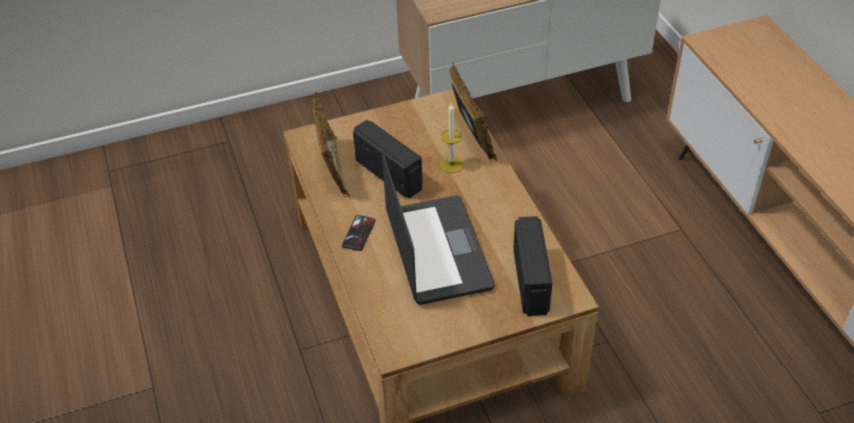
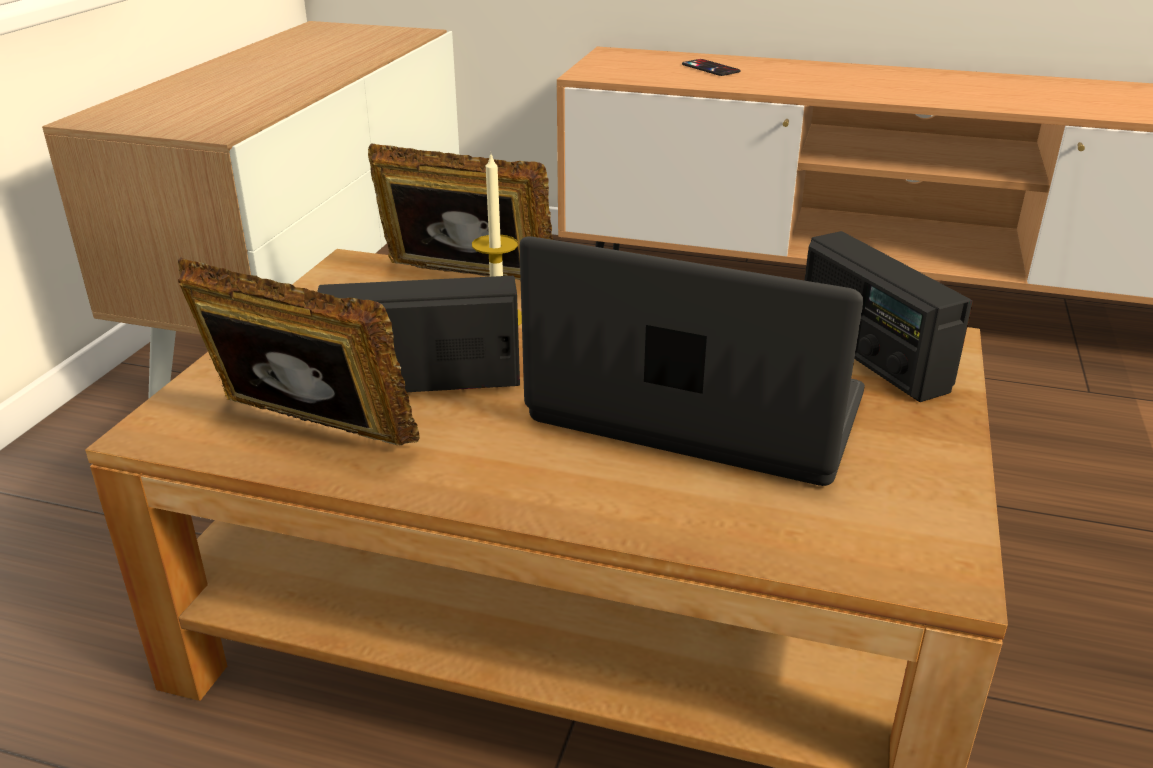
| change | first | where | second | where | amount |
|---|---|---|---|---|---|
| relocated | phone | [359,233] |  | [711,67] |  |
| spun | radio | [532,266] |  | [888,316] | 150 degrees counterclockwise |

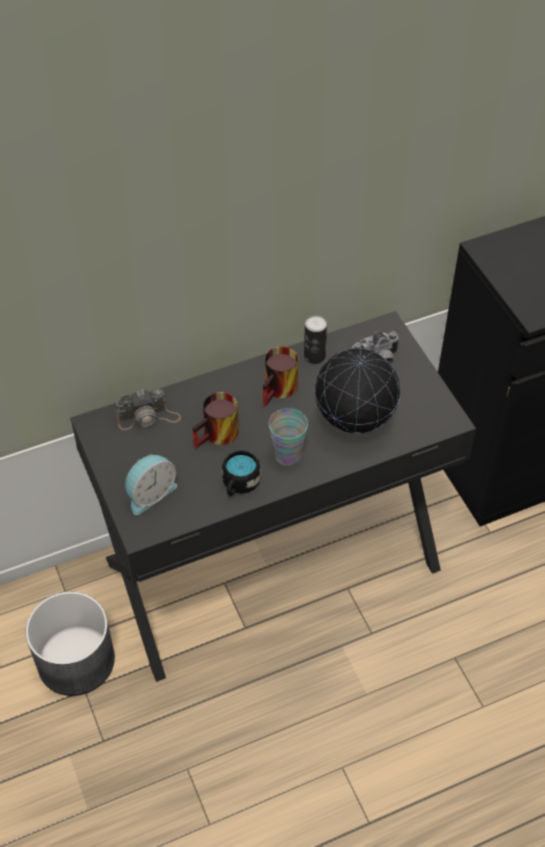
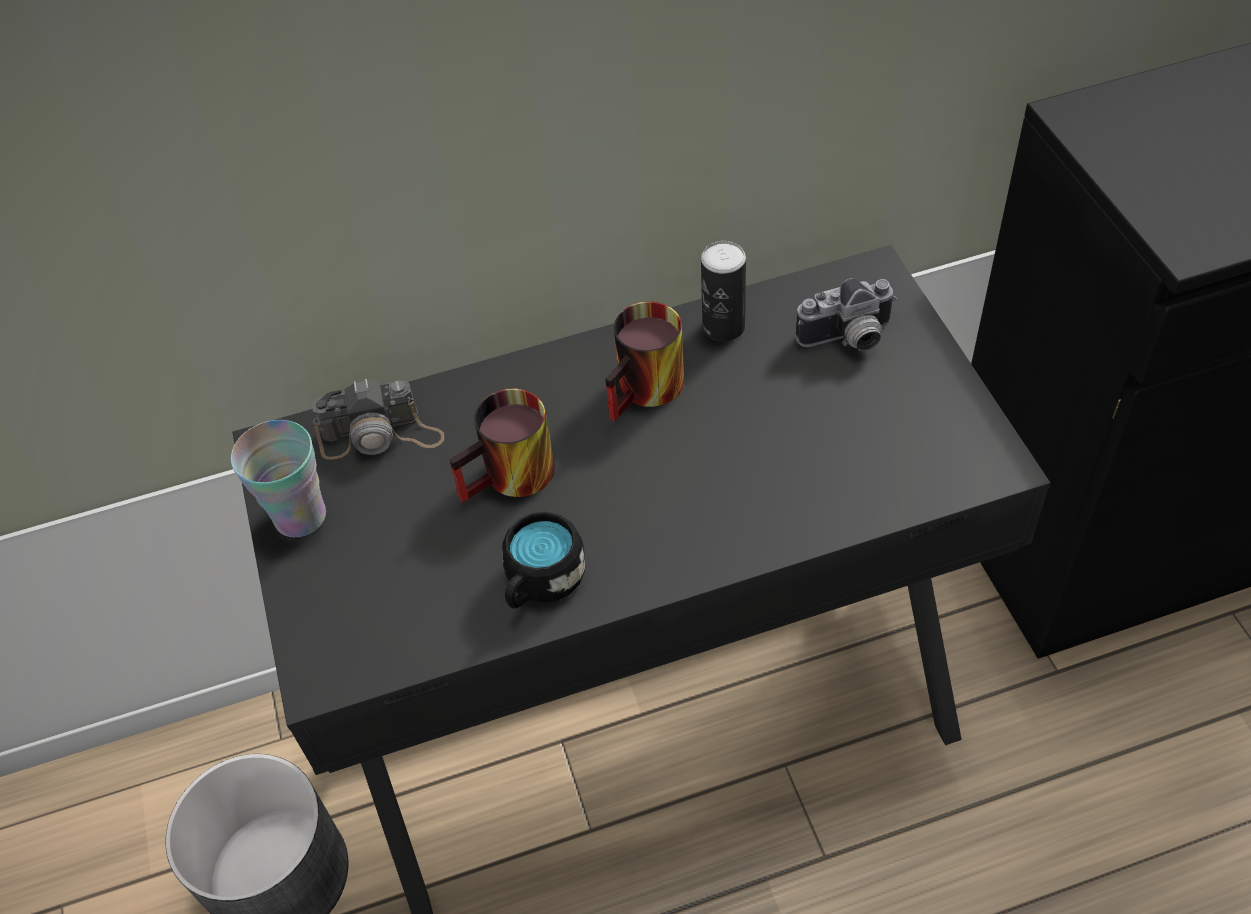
| change | first | where | second | where | amount |
|---|---|---|---|---|---|
| missing | alarm clock | [151,484] |  |  |  |
| relocated | small cup | [288,437] |  | [278,478] |  |
| missing | world globe | [357,390] |  |  |  |

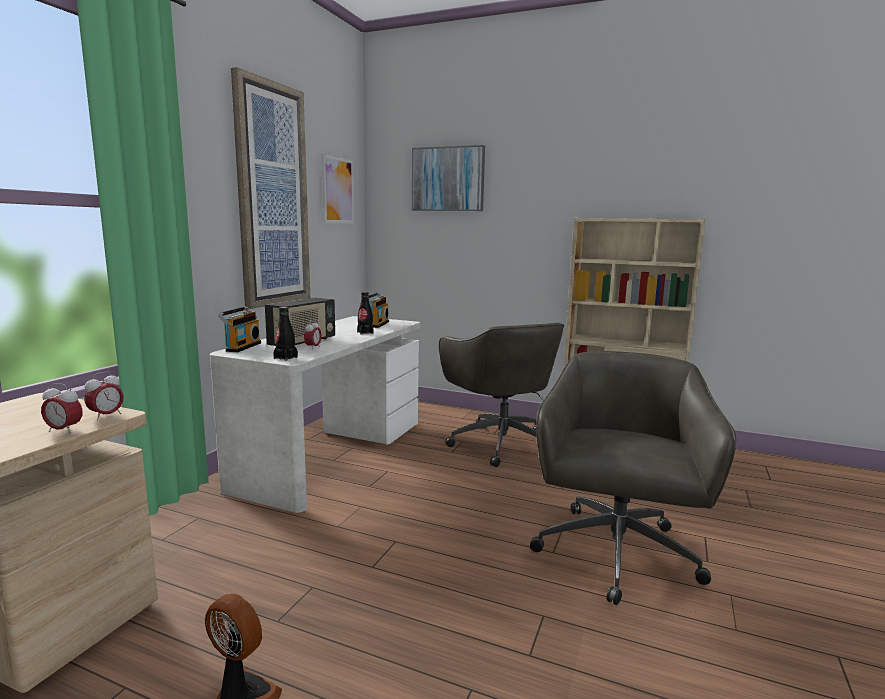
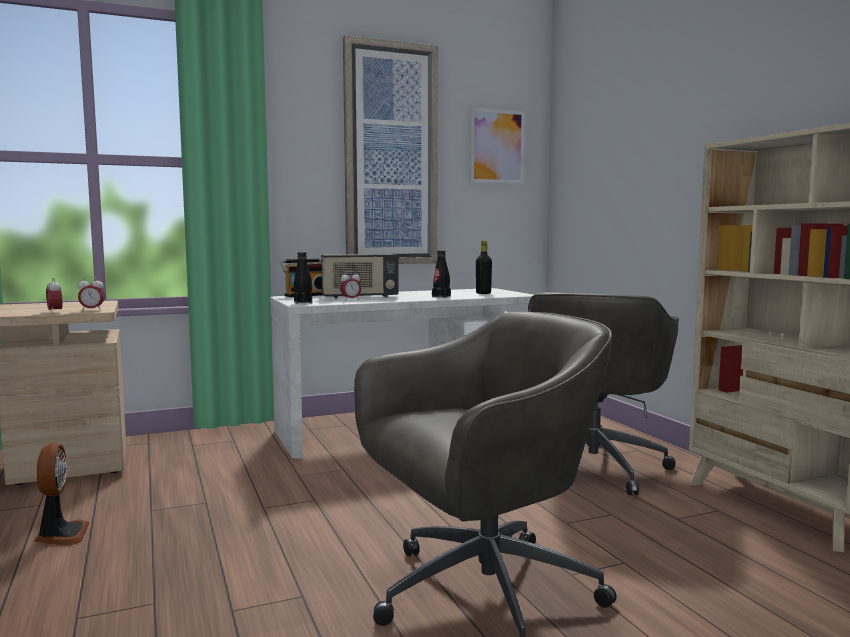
| change | first | where | second | where | amount |
|---|---|---|---|---|---|
| exchanged | radio | [378,310] | bottle in blackish | [484,267] |  |
| missing | wall art | [448,178] |  |  |  |

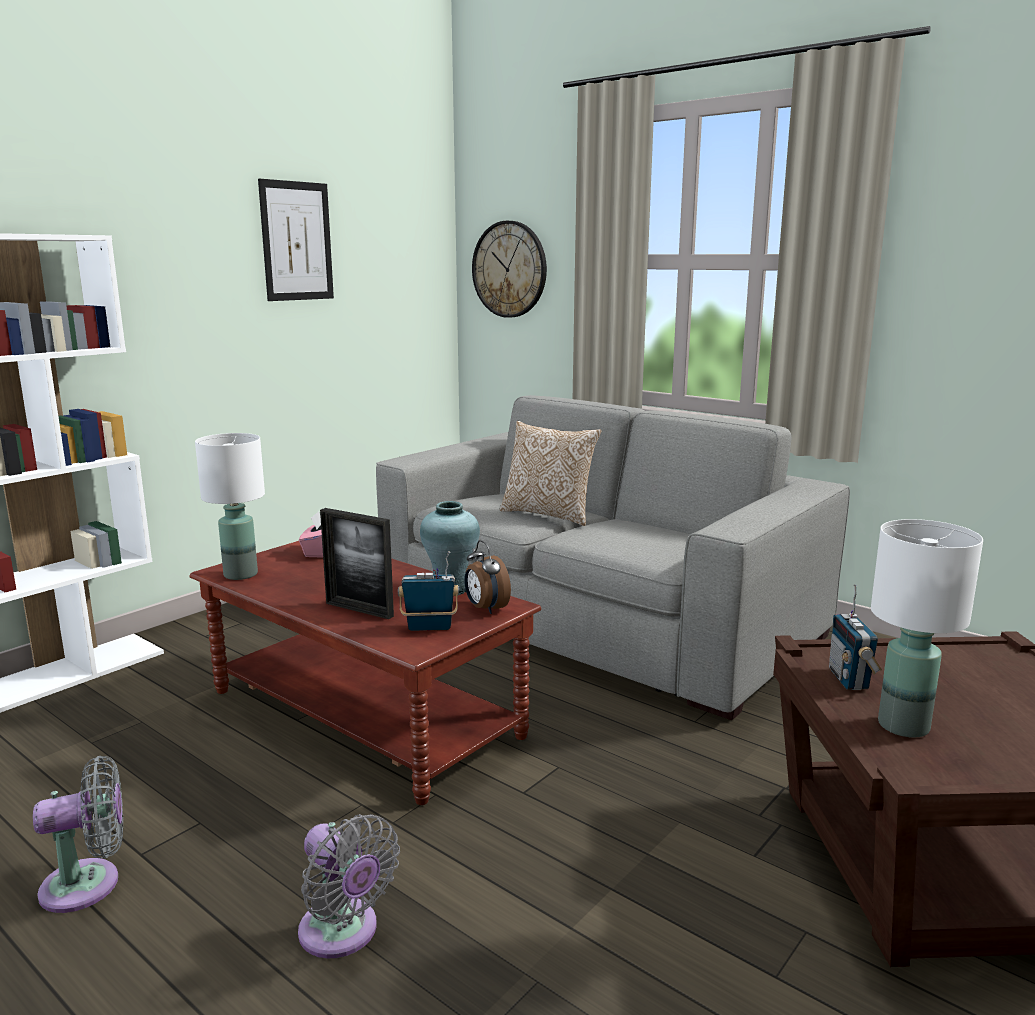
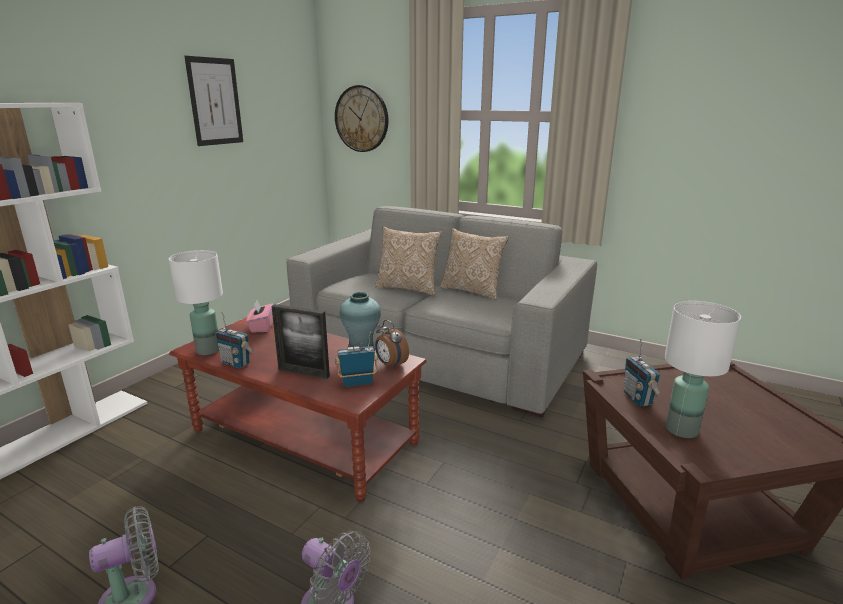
| change | first | where | second | where | amount |
|---|---|---|---|---|---|
| appeared |  |  | radio | [234,340] |  |
| appeared |  |  | cushion | [474,264] |  |

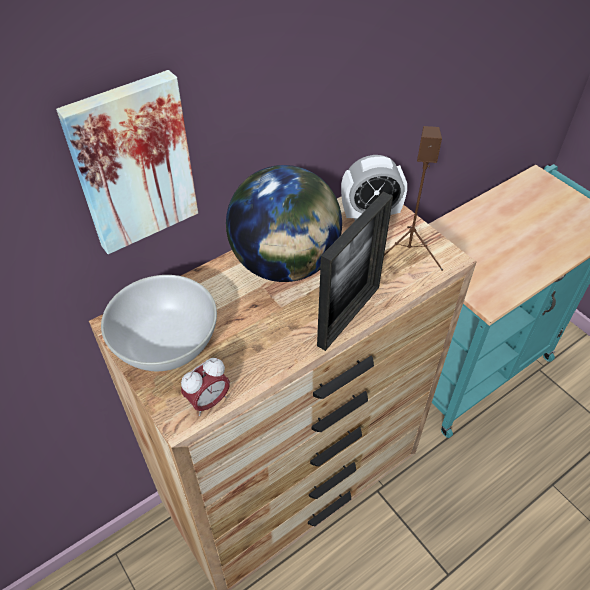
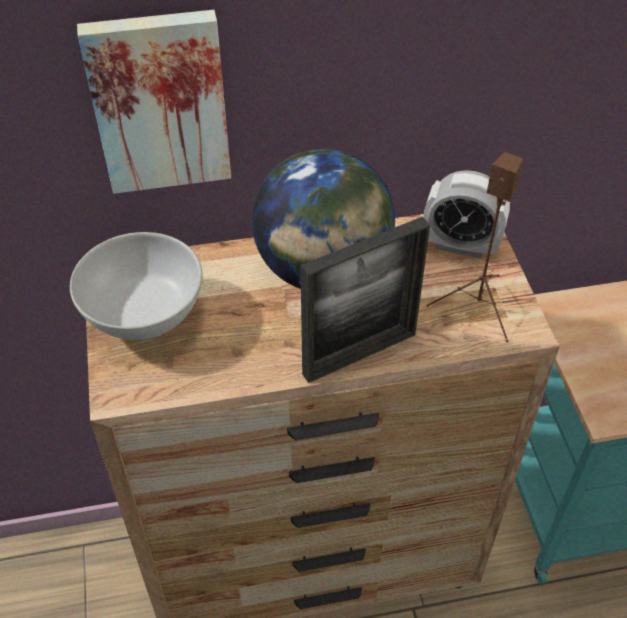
| change | first | where | second | where | amount |
|---|---|---|---|---|---|
| missing | alarm clock | [205,387] |  |  |  |

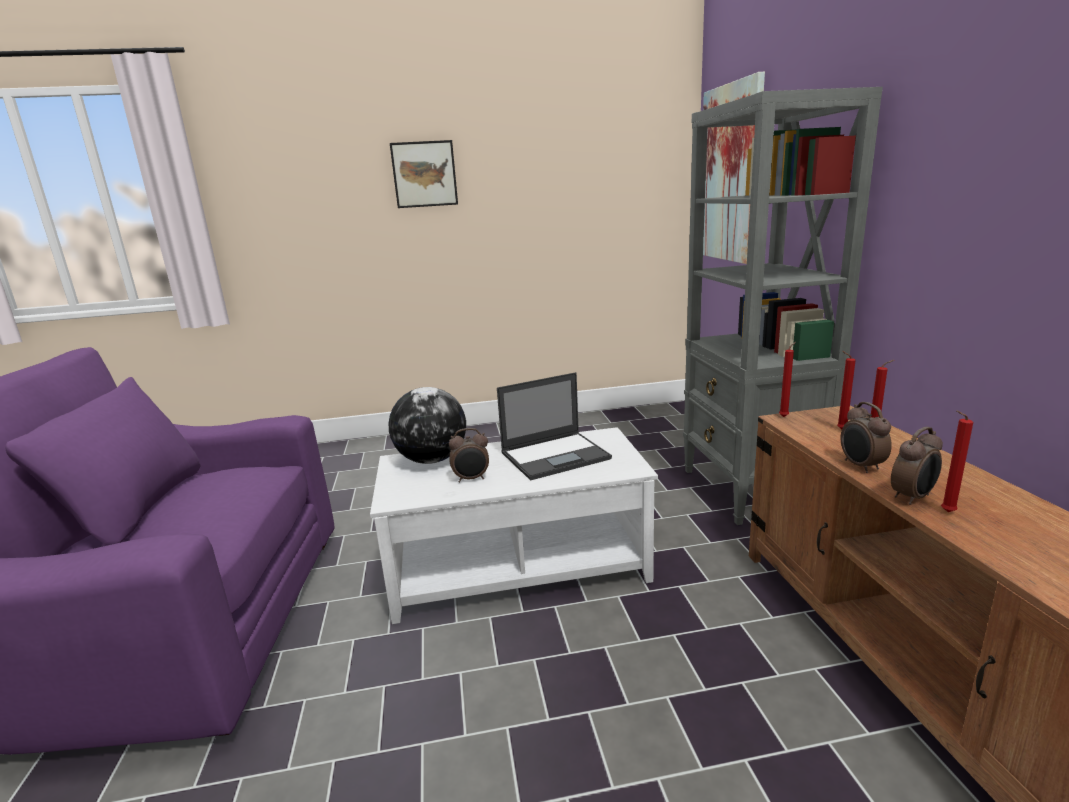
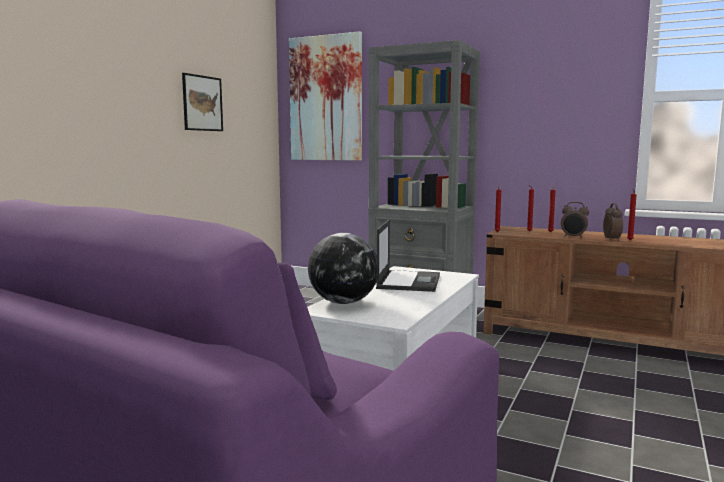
| change | first | where | second | where | amount |
|---|---|---|---|---|---|
| relocated | wall art | [424,174] |  | [202,102] |  |
| missing | alarm clock | [469,455] |  |  |  |

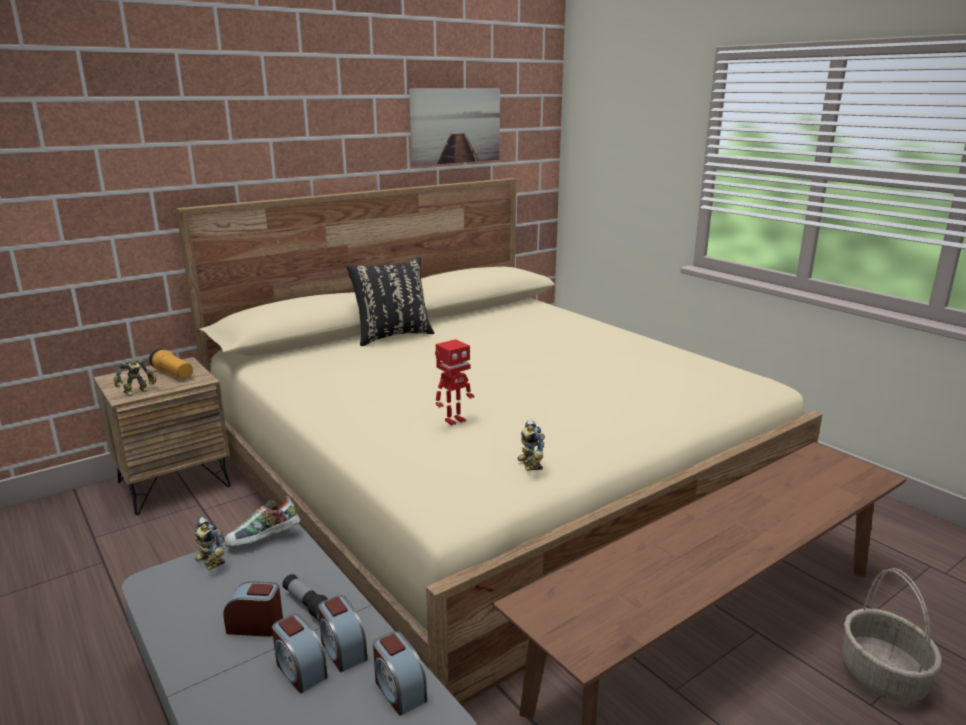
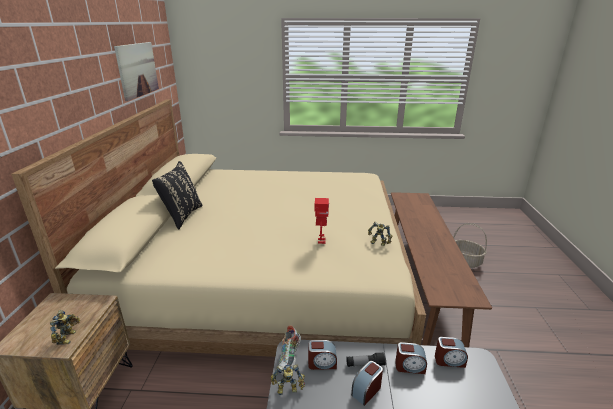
| change | first | where | second | where | amount |
|---|---|---|---|---|---|
| missing | hand torch | [171,363] |  |  |  |
| relocated | alarm clock | [300,653] |  | [322,355] |  |

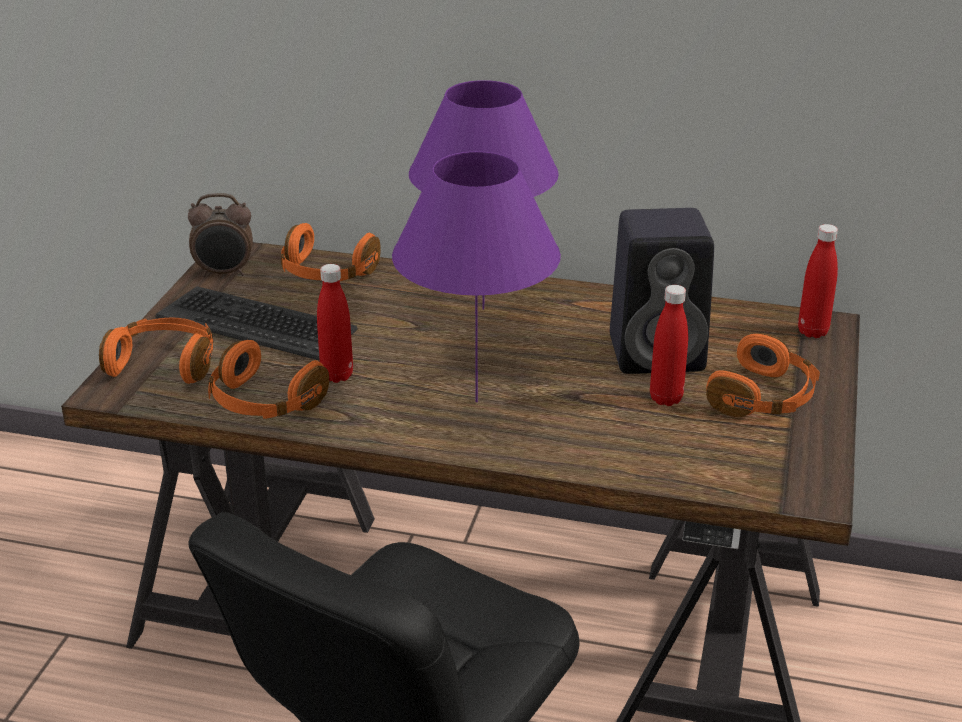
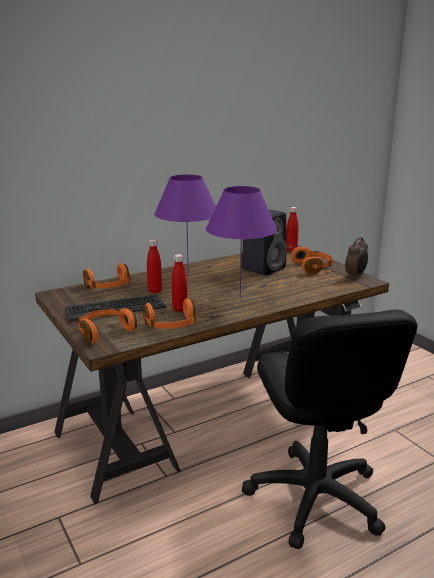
| change | first | where | second | where | amount |
|---|---|---|---|---|---|
| relocated | alarm clock | [220,235] |  | [356,258] |  |
| relocated | bottle in red | [669,345] |  | [154,266] |  |

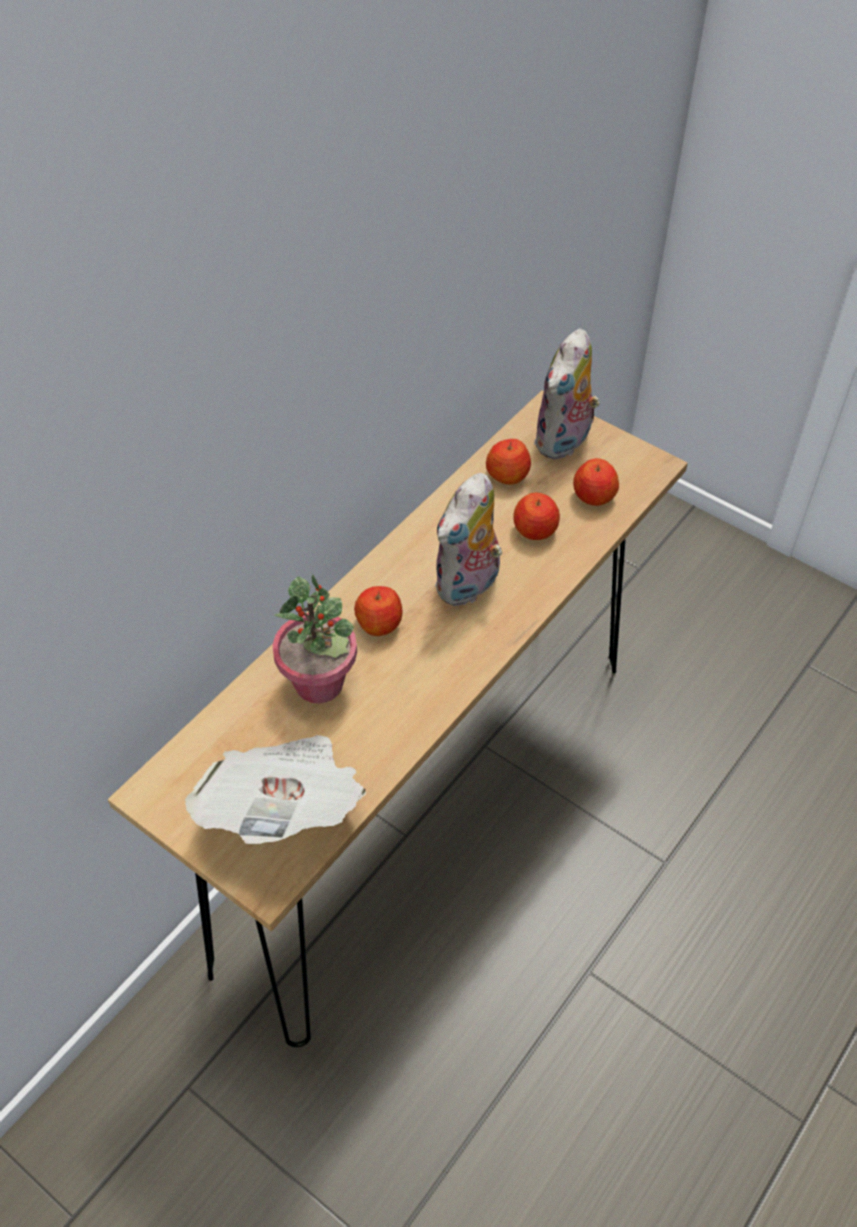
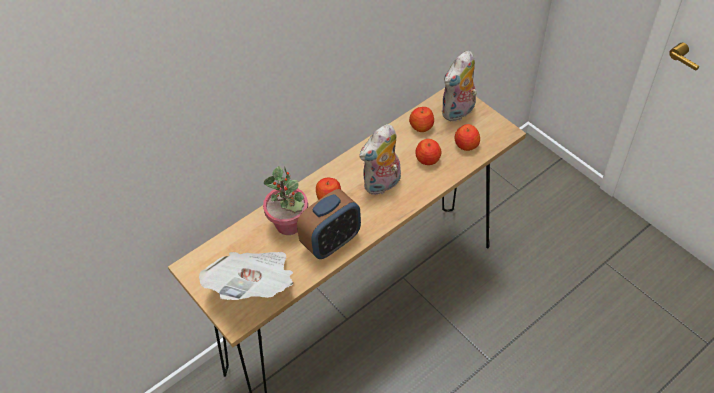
| change | first | where | second | where | amount |
|---|---|---|---|---|---|
| appeared |  |  | alarm clock | [329,224] |  |

